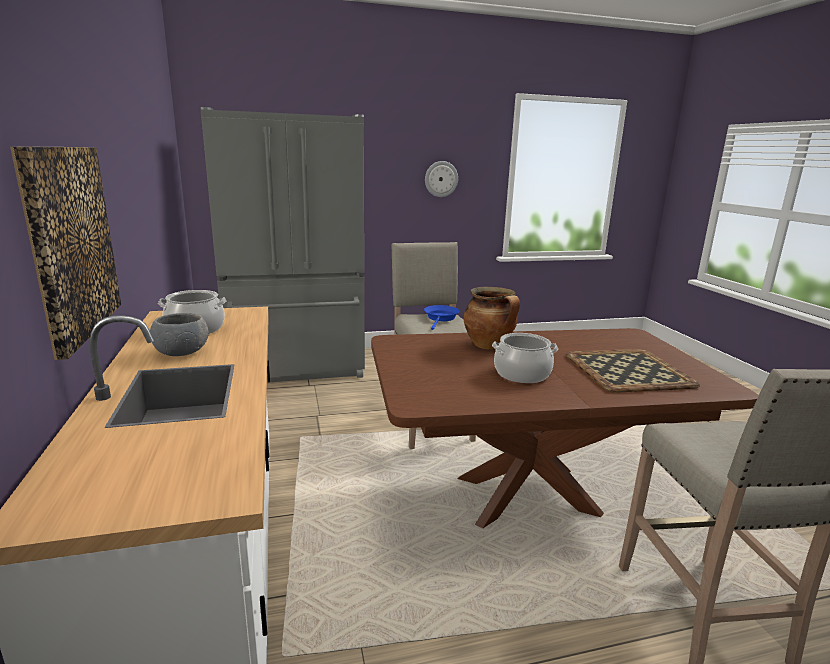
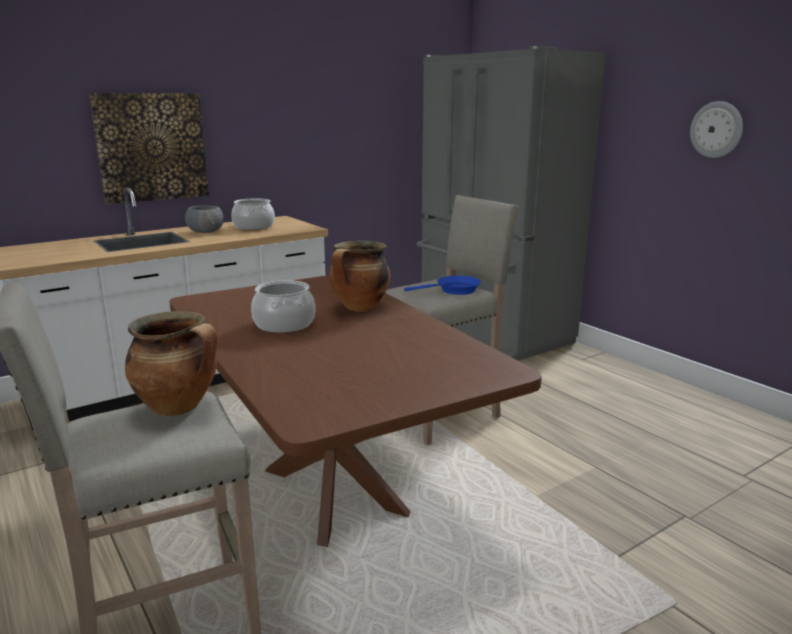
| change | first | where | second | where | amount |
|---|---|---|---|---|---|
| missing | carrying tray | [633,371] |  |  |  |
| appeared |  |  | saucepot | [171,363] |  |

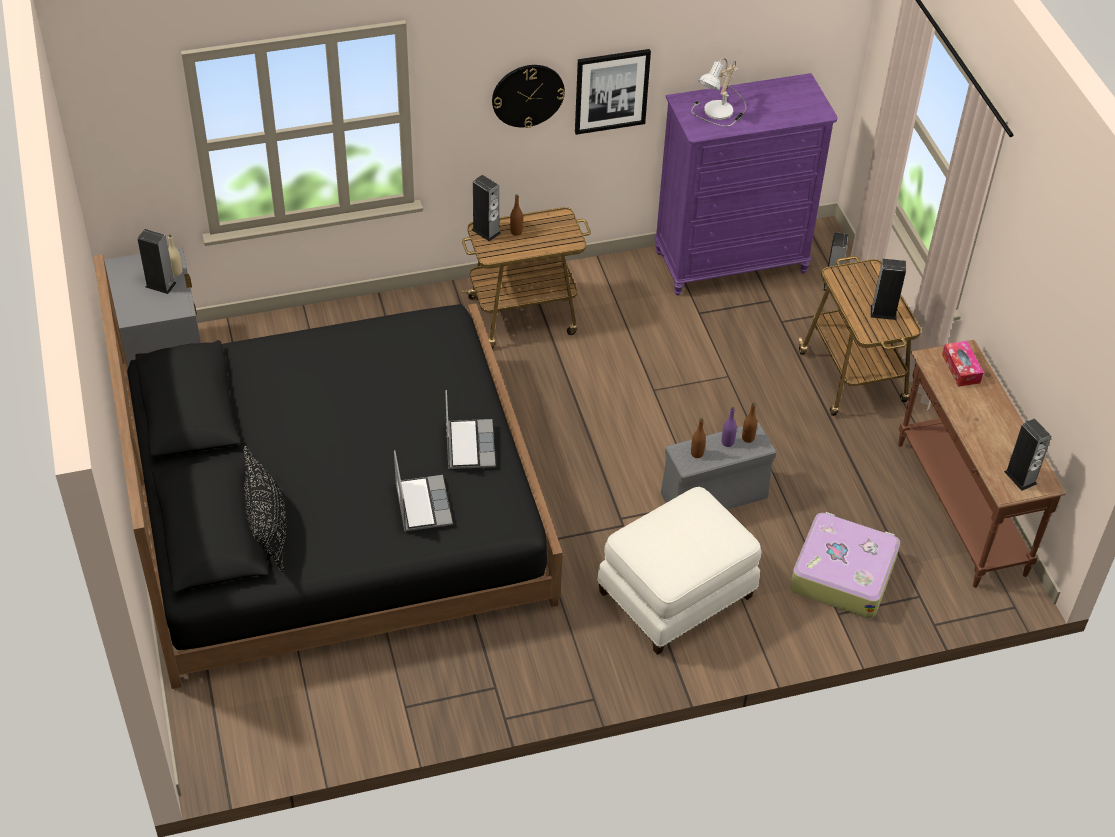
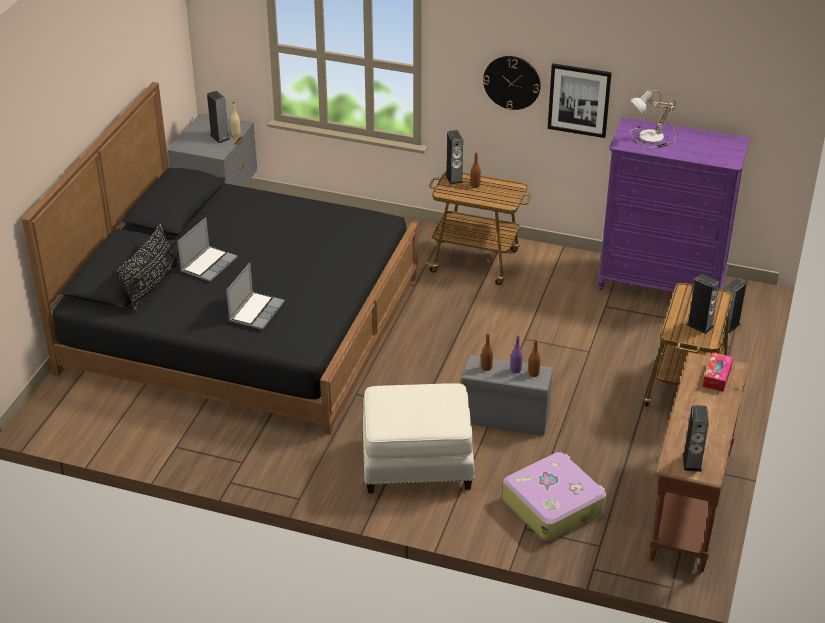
| change | first | where | second | where | amount |
|---|---|---|---|---|---|
| relocated | notebook computer | [470,429] |  | [207,249] |  |

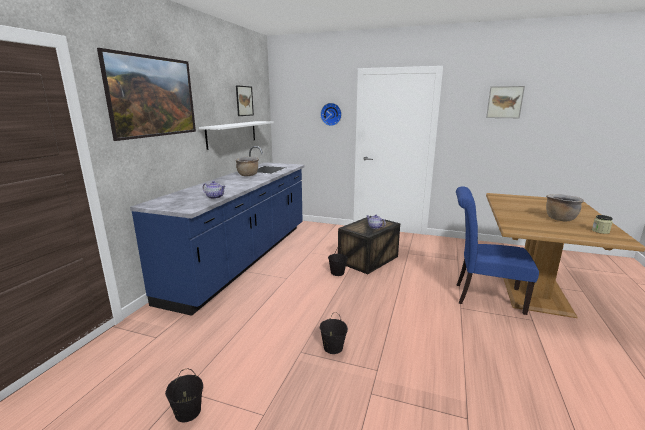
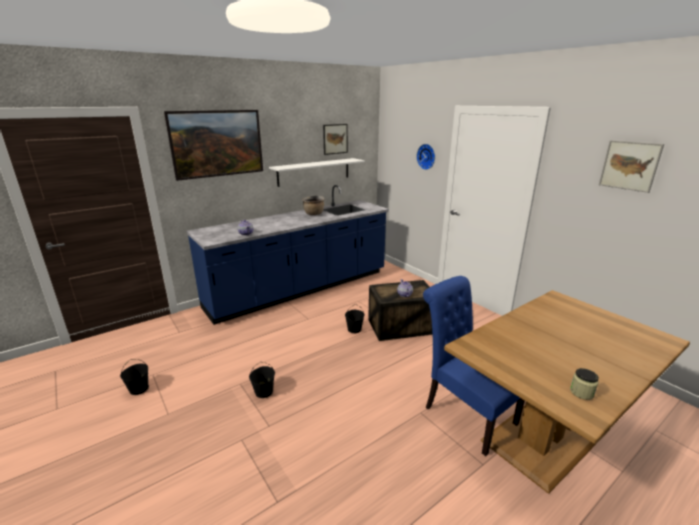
| change | first | where | second | where | amount |
|---|---|---|---|---|---|
| missing | saucepot in brown-coloured | [565,207] |  |  |  |

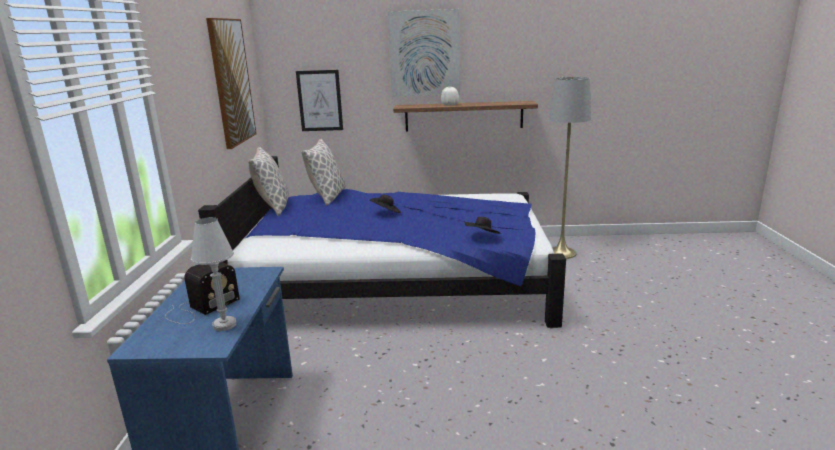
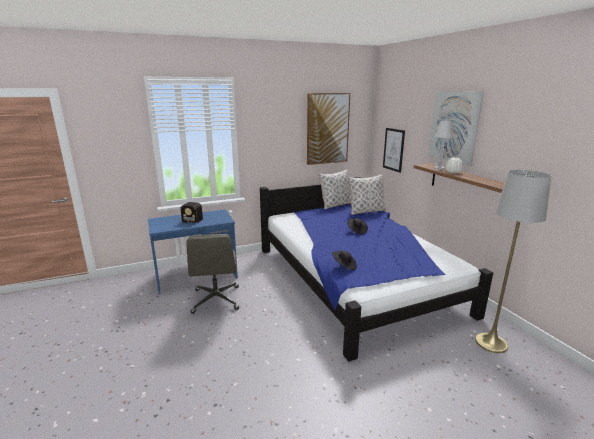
| change | first | where | second | where | amount |
|---|---|---|---|---|---|
| relocated | tabletop lamp in white-coloured | [214,274] |  | [443,145] |  |
| appeared |  |  | computer chair in gray | [212,274] |  |

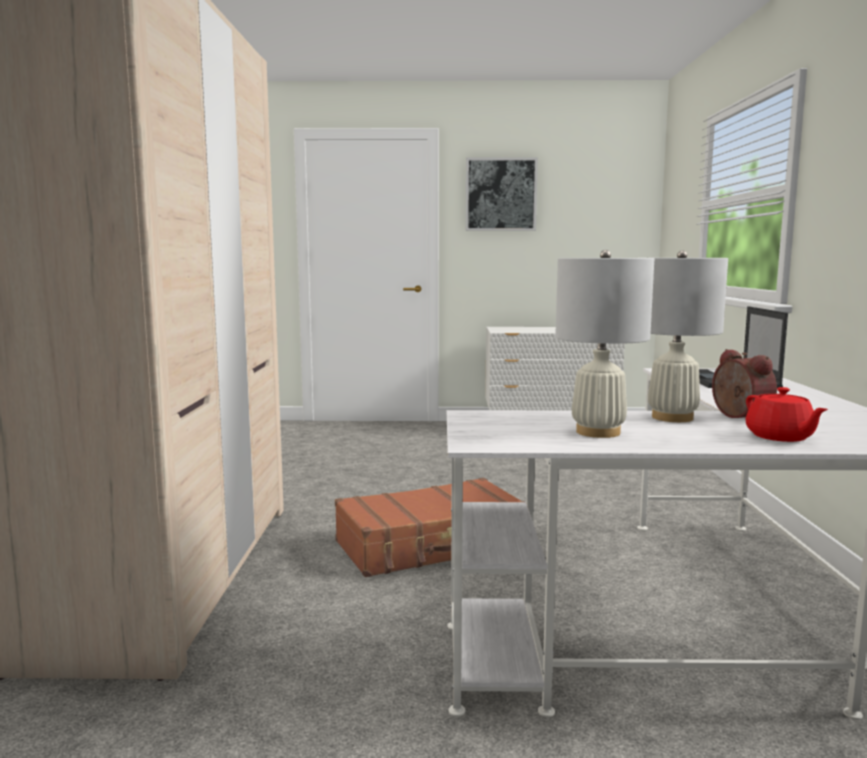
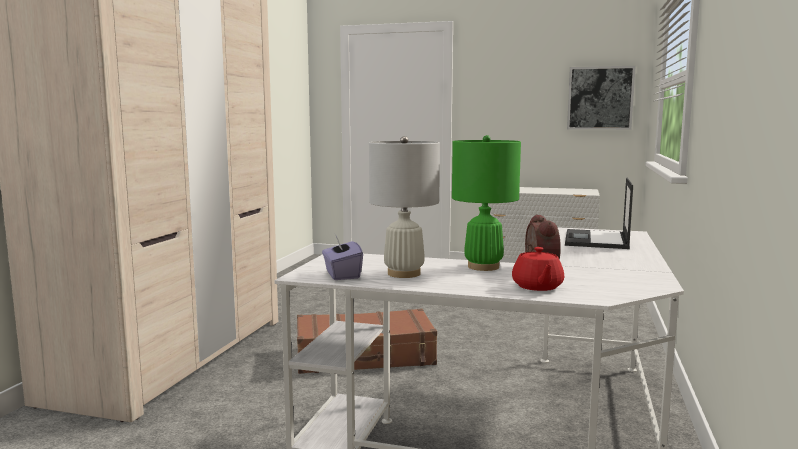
| change | first | where | second | where | amount |
|---|---|---|---|---|---|
| relocated | wall art | [502,194] |  | [601,98] |  |
| colour | tabletop lamp in white-coloured | [688,336] | tabletop lamp in green-coloured | [486,203] |  |
| appeared |  |  | box of tissues in purple | [342,258] |  |

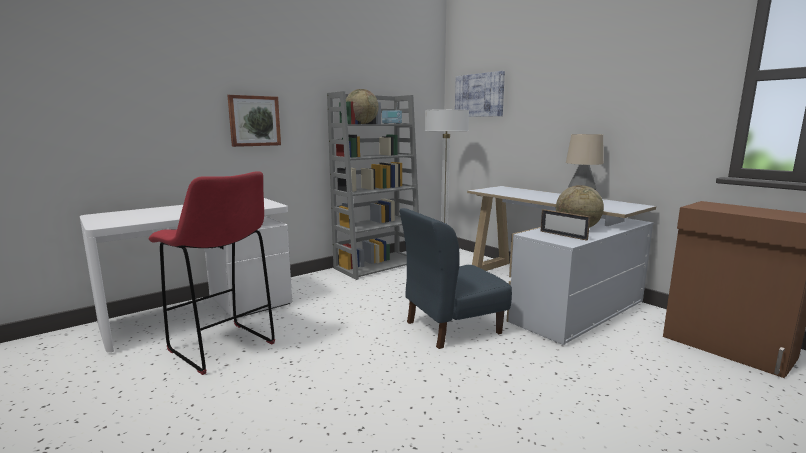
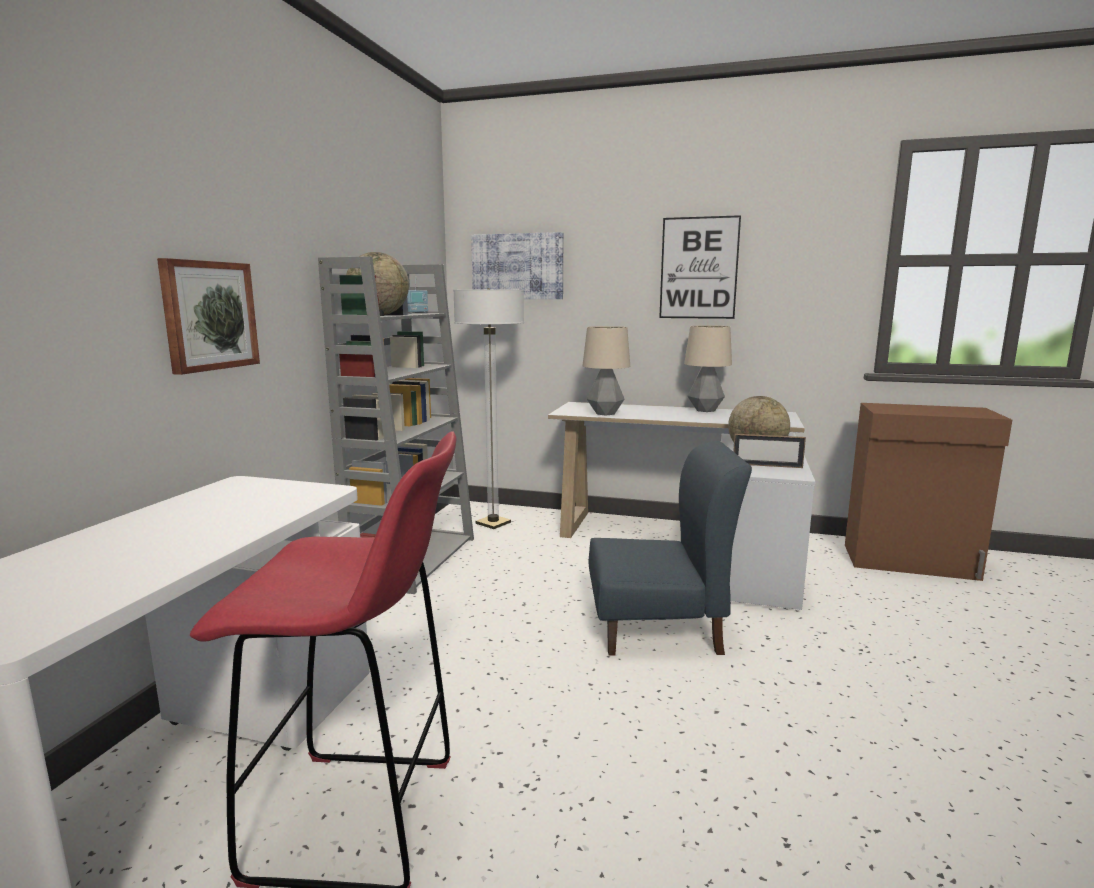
| change | first | where | second | where | amount |
|---|---|---|---|---|---|
| spun | chair in blue-coloured | [456,278] |  | [670,548] | 120 degrees counterclockwise |
| appeared |  |  | tabletop lamp | [606,370] |  |
| appeared |  |  | wall art | [700,267] |  |

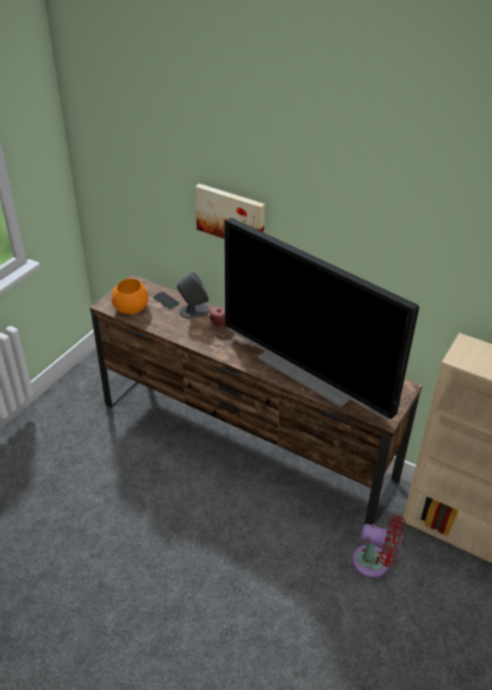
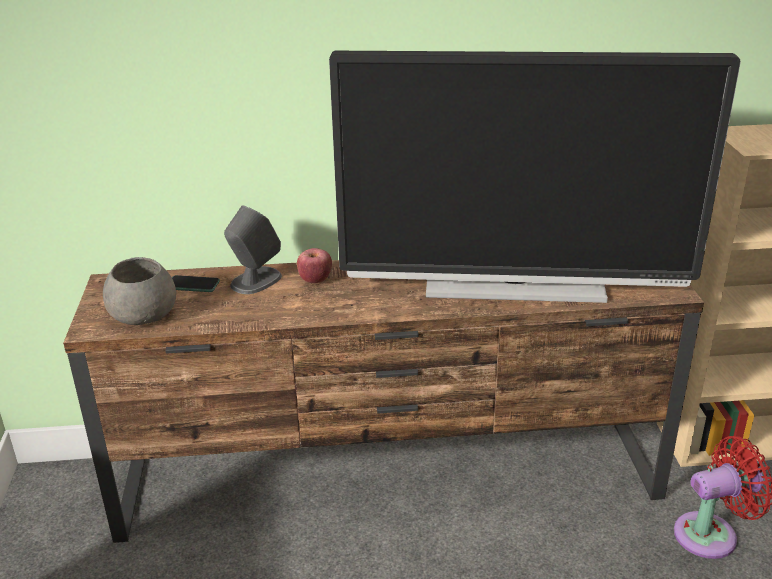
| change | first | where | second | where | amount |
|---|---|---|---|---|---|
| colour | deep dish in orangey | [130,296] | deep dish in gray | [139,291] |  |
| missing | wall art | [230,211] |  |  |  |

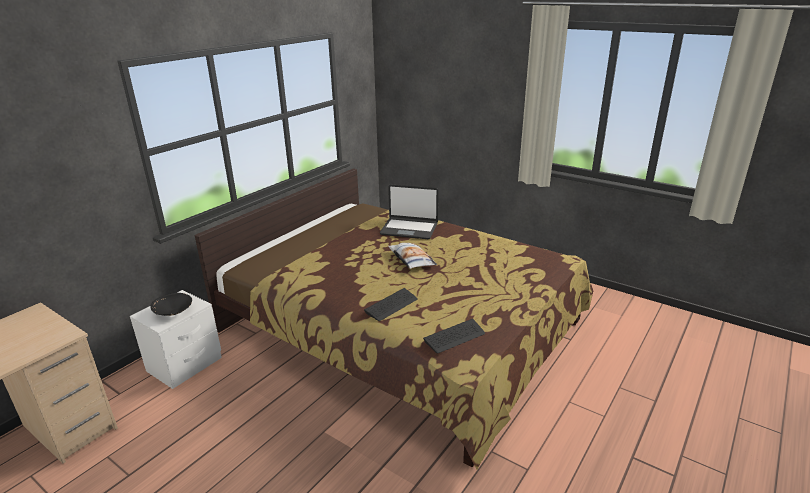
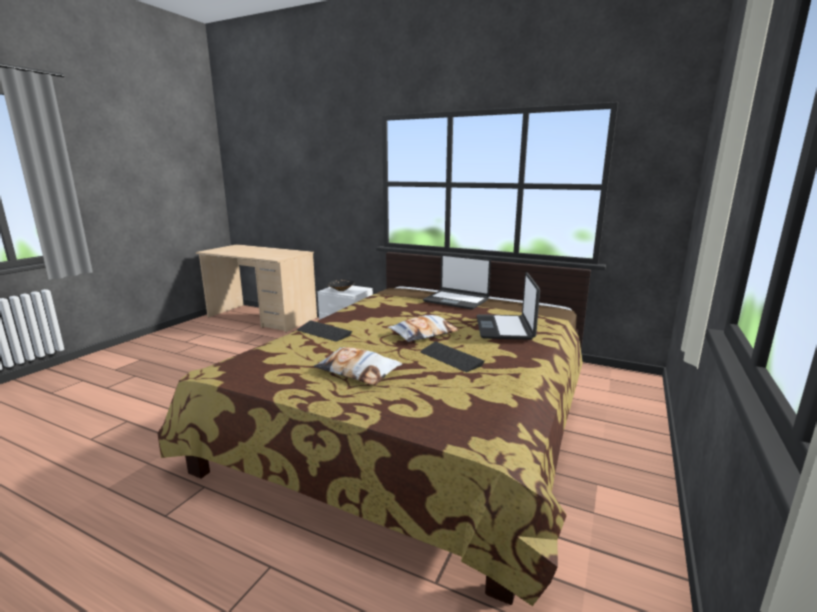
| change | first | where | second | where | amount |
|---|---|---|---|---|---|
| relocated | computer keyboard | [454,336] |  | [453,356] |  |
| appeared |  |  | cushion | [358,366] |  |
| appeared |  |  | notebook computer | [457,282] |  |

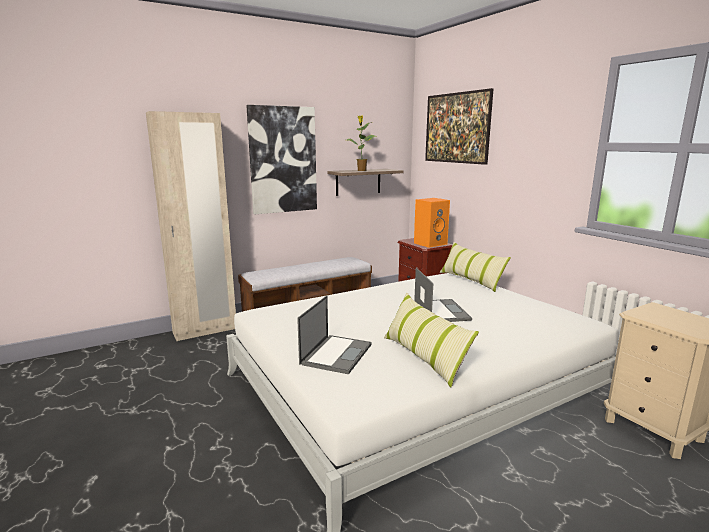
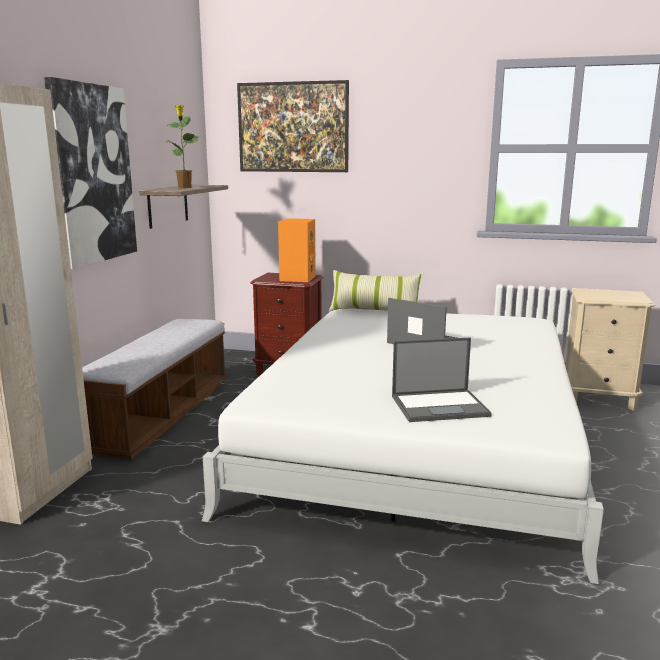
| change | first | where | second | where | amount |
|---|---|---|---|---|---|
| spun | notebook computer | [334,334] |  | [442,379] | 105 degrees clockwise |
| missing | cushion | [431,340] |  |  |  |

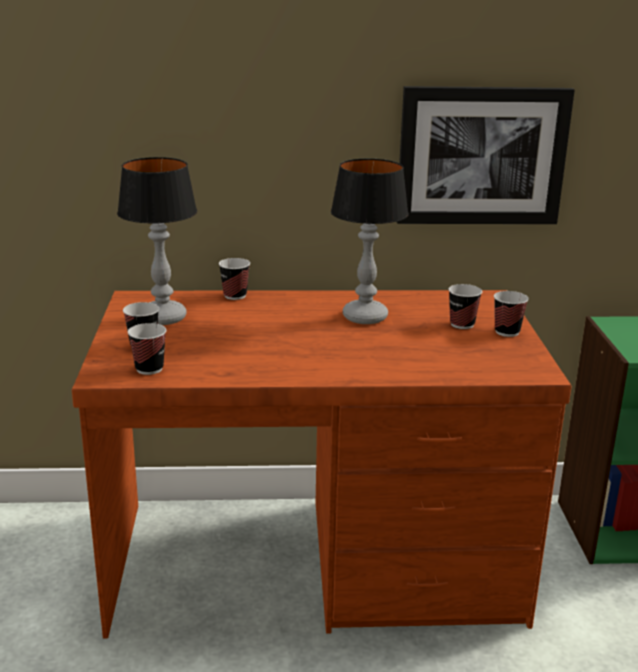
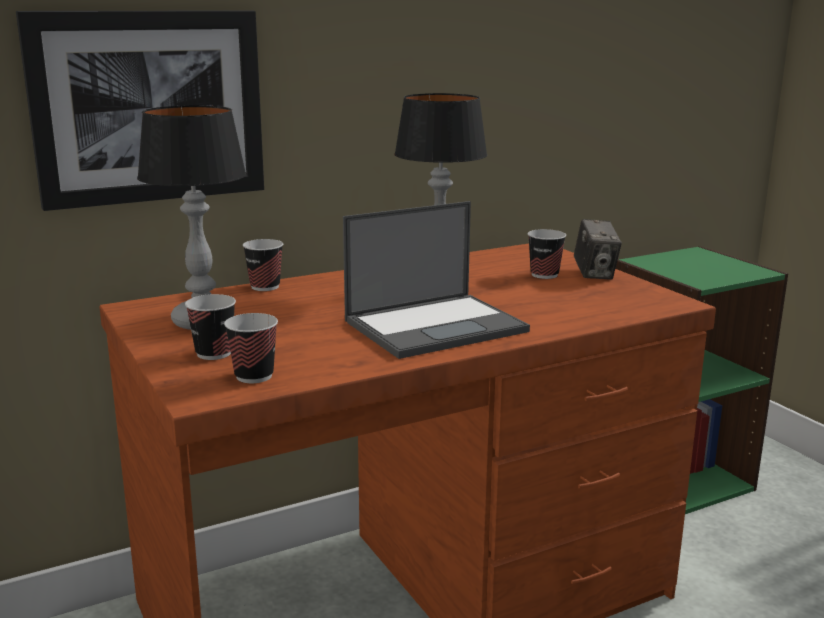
| change | first | where | second | where | amount |
|---|---|---|---|---|---|
| relocated | wall art | [486,155] |  | [140,110] |  |
| exchanged | small cup | [511,314] | photo camera | [598,249] |  |
| appeared |  |  | notebook computer | [436,280] |  |

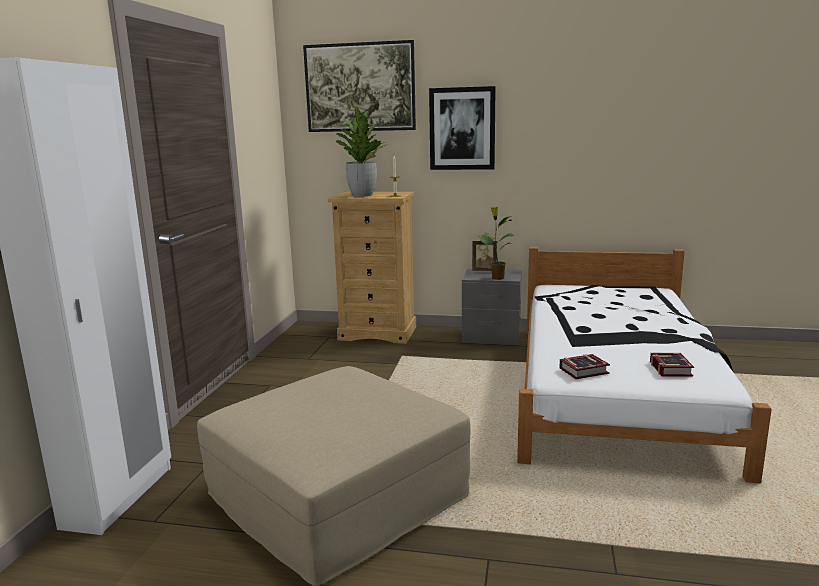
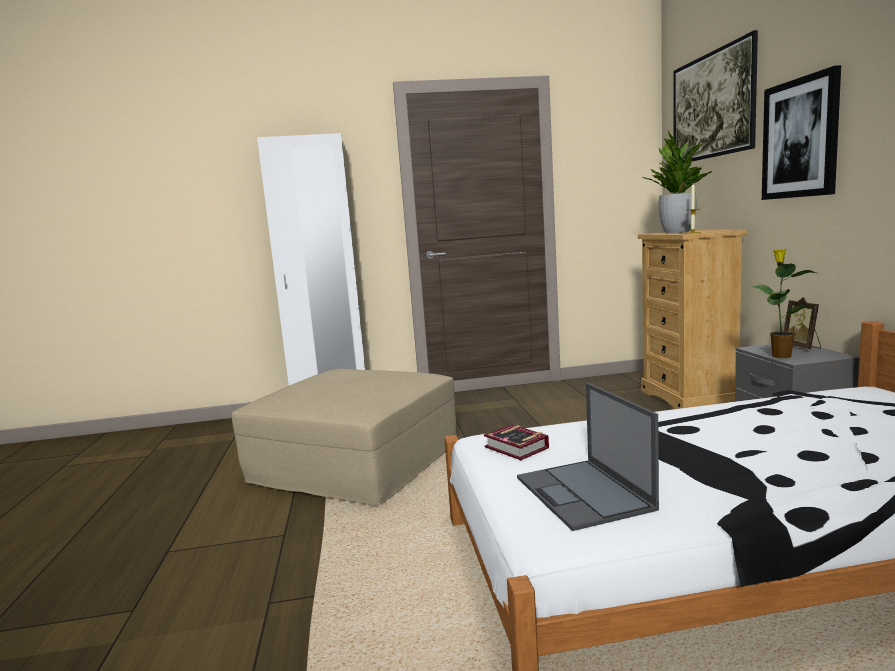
| change | first | where | second | where | amount |
|---|---|---|---|---|---|
| exchanged | book | [672,365] | notebook computer | [588,457] |  |

